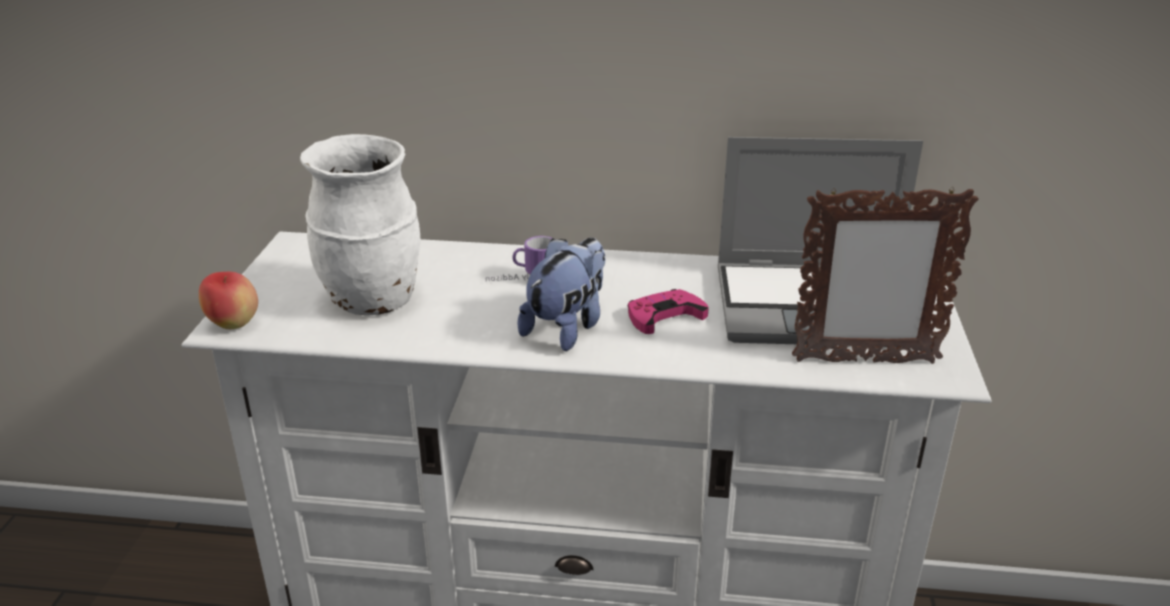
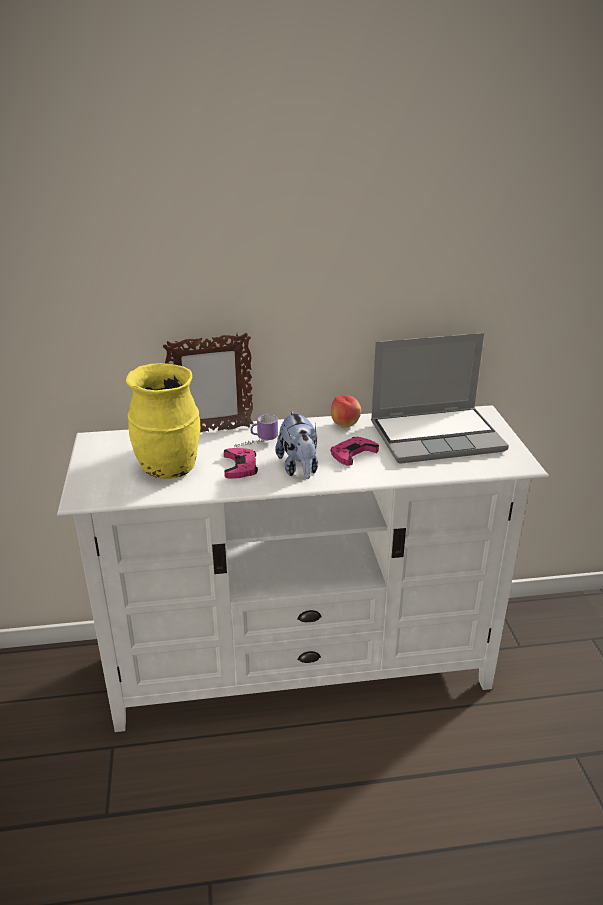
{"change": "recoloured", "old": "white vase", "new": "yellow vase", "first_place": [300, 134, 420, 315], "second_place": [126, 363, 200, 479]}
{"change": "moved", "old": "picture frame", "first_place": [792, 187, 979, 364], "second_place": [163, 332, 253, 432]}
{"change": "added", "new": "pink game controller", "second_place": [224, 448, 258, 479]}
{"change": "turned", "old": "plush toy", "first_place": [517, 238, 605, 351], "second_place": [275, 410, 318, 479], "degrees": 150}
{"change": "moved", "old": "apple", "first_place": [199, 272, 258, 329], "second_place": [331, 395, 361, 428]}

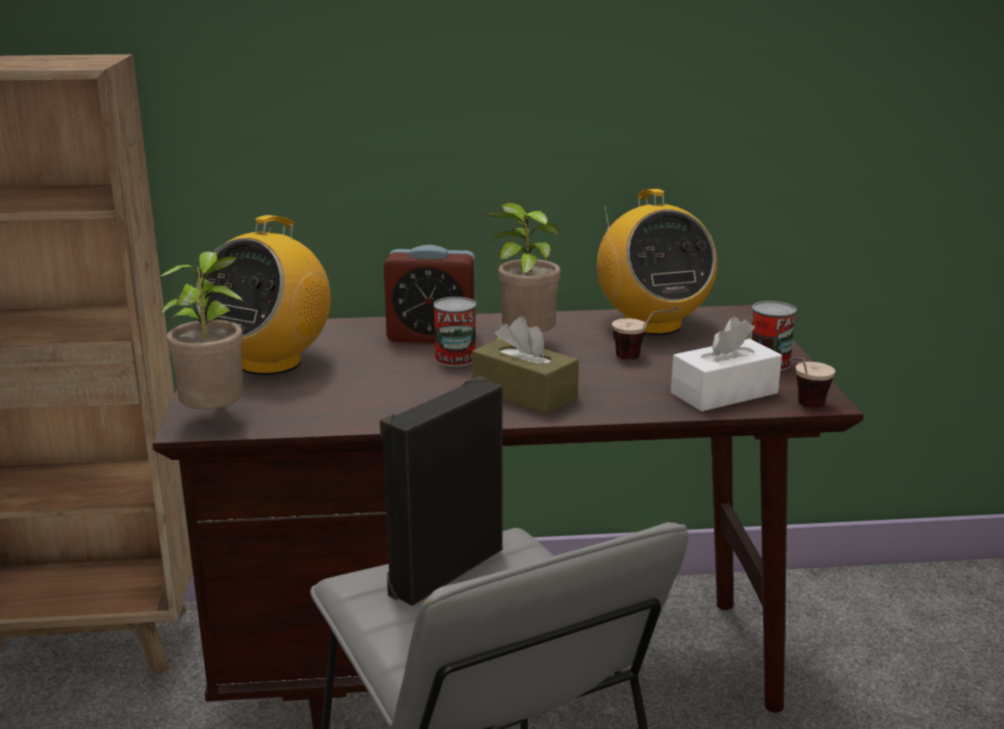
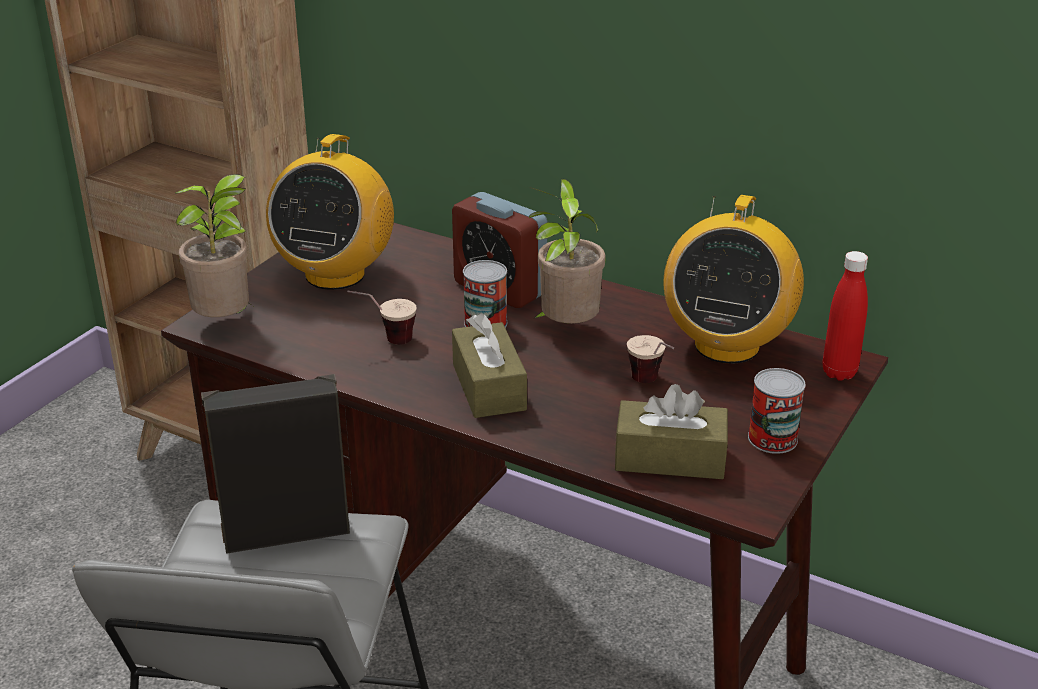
{"change": "turned", "old": "radio", "first_place": [196, 215, 331, 375], "second_place": [266, 134, 394, 290], "degrees": -45}
{"change": "moved", "old": "cup", "first_place": [791, 358, 835, 408], "second_place": [347, 290, 417, 345]}
{"change": "recoloured", "old": "white tissue box", "new": "brown tissue box", "first_place": [671, 317, 782, 412], "second_place": [615, 384, 728, 479]}
{"change": "added", "new": "red bottle", "second_place": [823, 251, 868, 381]}

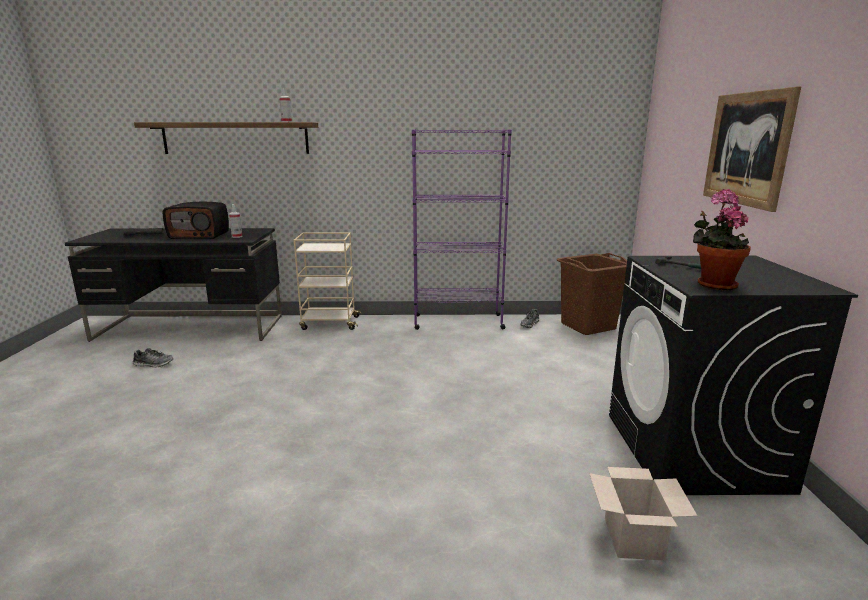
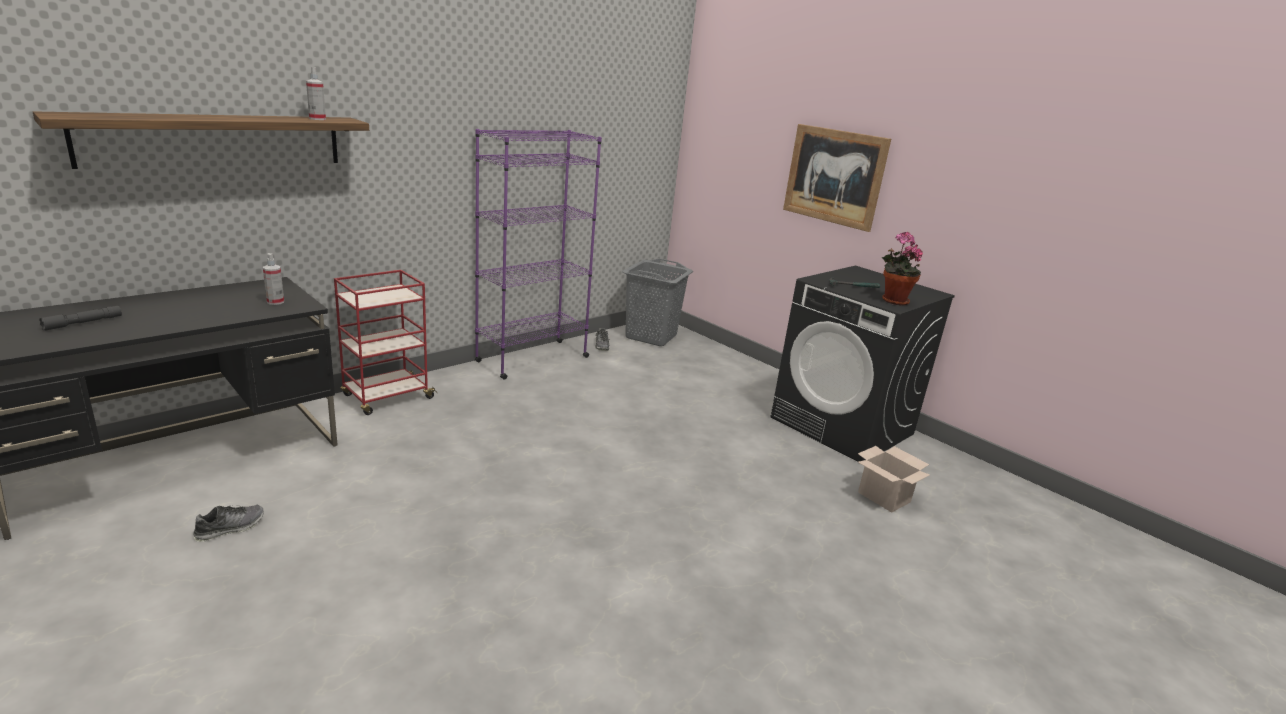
{"change": "recoloured", "old": "beige cart", "new": "red cart", "first_place": [294, 233, 362, 330], "second_place": [334, 270, 437, 415]}
{"change": "recoloured", "old": "brown laundry basket", "new": "grey laundry basket", "first_place": [556, 253, 627, 335], "second_place": [622, 258, 693, 346]}
{"change": "removed", "old": "radio", "first_place": [163, 202, 229, 239]}

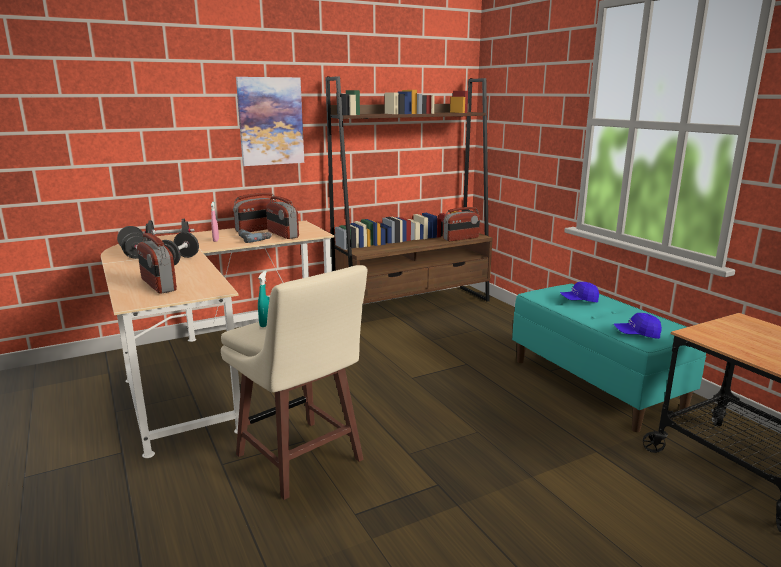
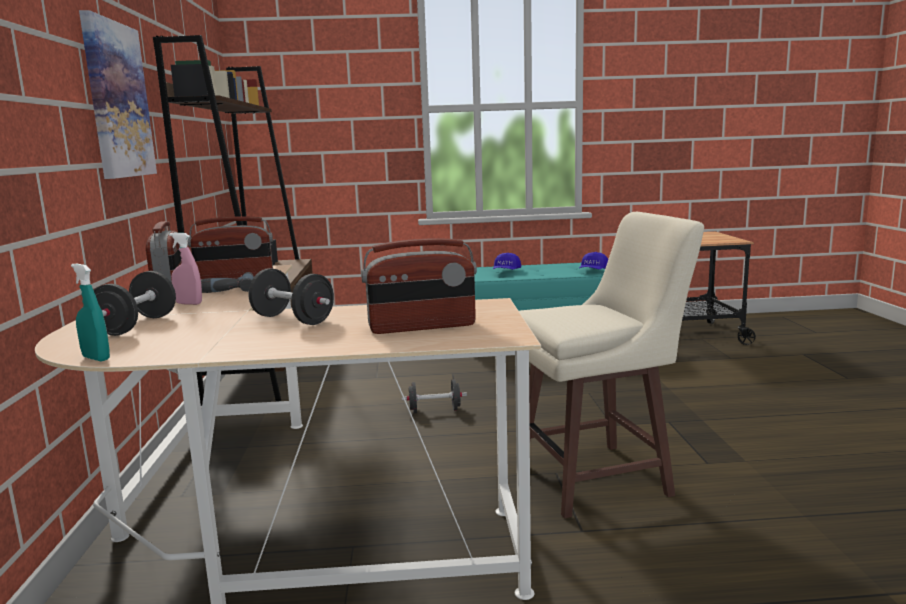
{"change": "moved", "old": "turquoise spray bottle", "first_place": [258, 271, 270, 327], "second_place": [71, 263, 110, 361]}
{"change": "moved", "old": "black dumbbell", "first_place": [117, 226, 149, 259], "second_place": [402, 379, 467, 413]}
{"change": "removed", "old": "radio", "first_place": [443, 207, 480, 241]}

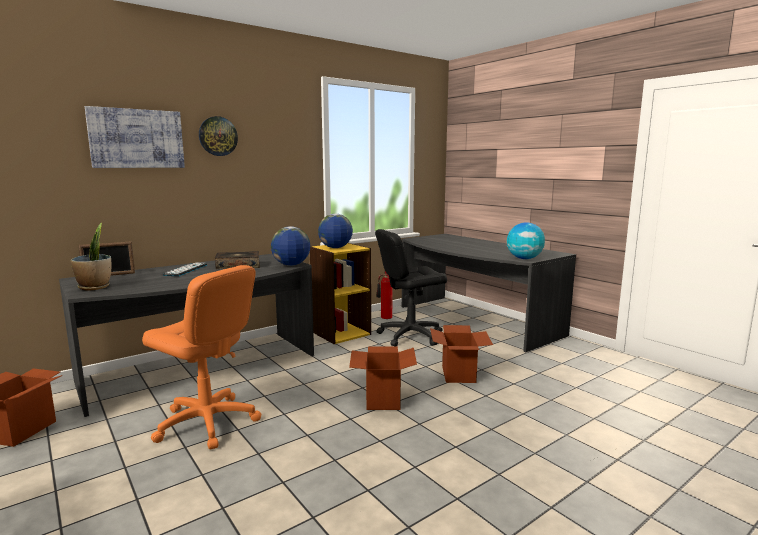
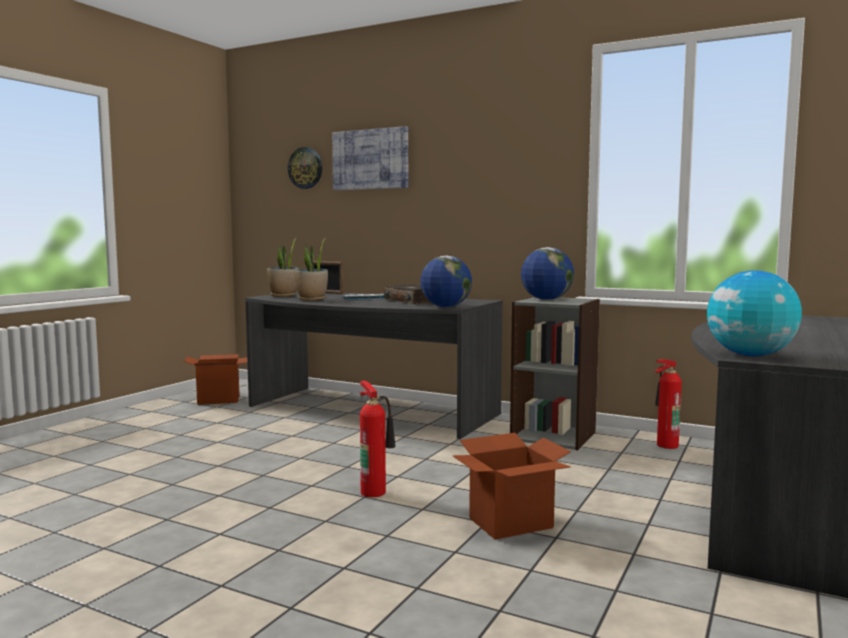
{"change": "moved", "old": "wall clock", "first_place": [199, 116, 238, 156], "second_place": [288, 147, 322, 189]}
{"change": "added", "new": "potted plant", "second_place": [295, 239, 328, 301]}
{"change": "replaced", "old": "cardboard box", "new": "fire extinguisher", "first_place": [349, 347, 417, 410], "second_place": [360, 381, 396, 497]}
{"change": "recoloured", "old": "yellow bookcase", "new": "grey bookcase", "first_place": [309, 243, 371, 344], "second_place": [510, 296, 600, 450]}
{"change": "removed", "old": "orange office chair", "first_place": [142, 265, 261, 450]}
{"change": "removed", "old": "black office chair", "first_place": [375, 229, 447, 347]}

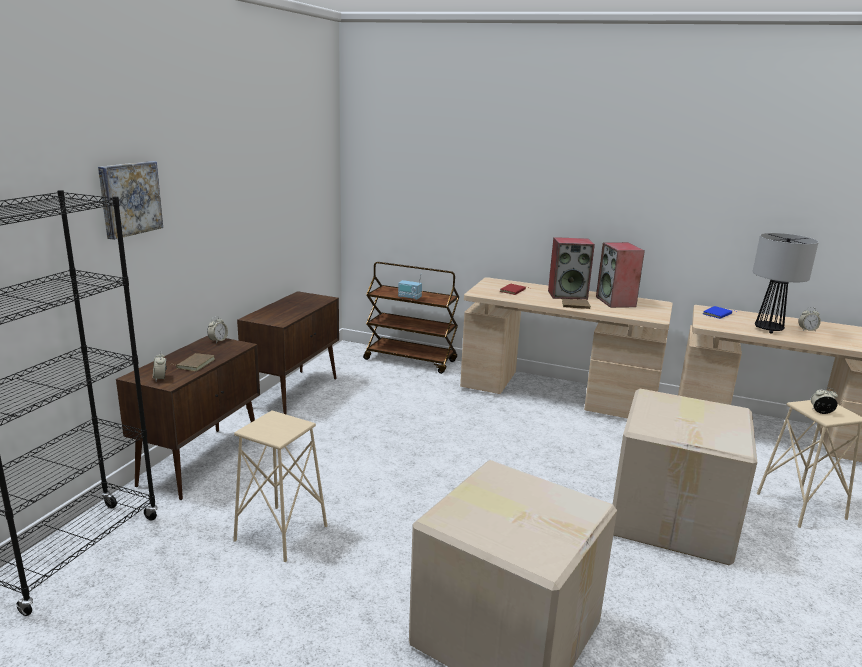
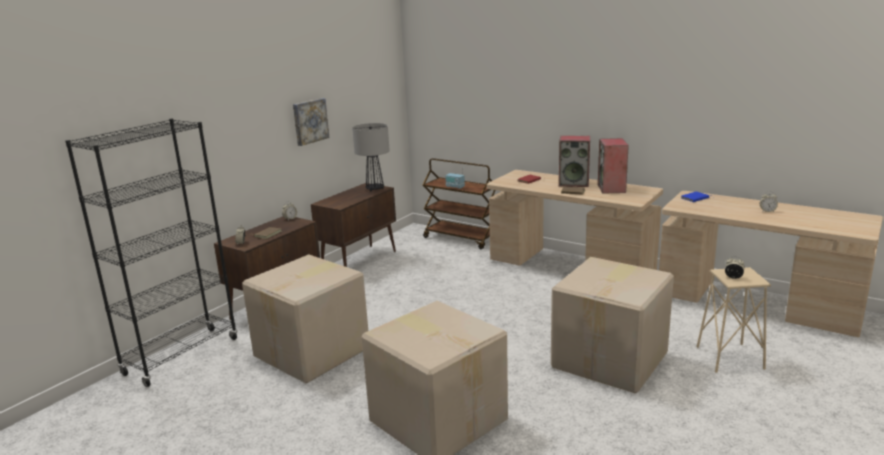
{"change": "replaced", "old": "beige stool", "new": "cardboard box", "first_place": [233, 410, 327, 563], "second_place": [242, 255, 368, 384]}
{"change": "moved", "old": "picture", "first_place": [98, 161, 163, 240], "second_place": [293, 98, 329, 146]}
{"change": "moved", "old": "table lamp", "first_place": [752, 233, 819, 333], "second_place": [352, 123, 390, 191]}

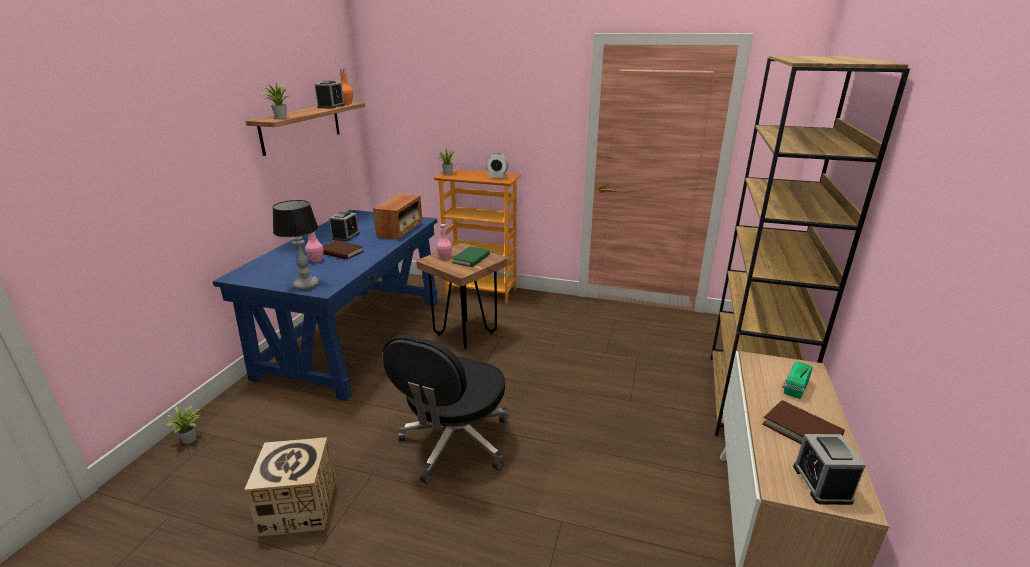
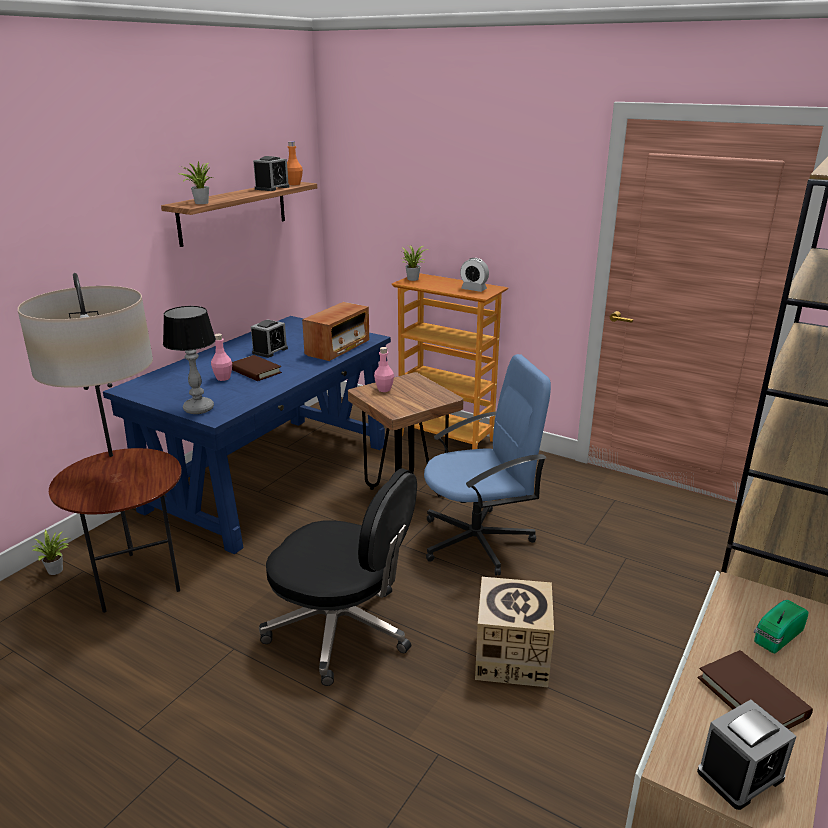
{"change": "added", "new": "floor lamp", "second_place": [18, 273, 182, 613]}
{"change": "turned", "old": "black office chair", "first_place": [383, 335, 509, 484], "second_place": [259, 468, 417, 686], "degrees": -105}
{"change": "added", "new": "blue office chair", "second_place": [424, 354, 551, 576]}
{"change": "moved", "old": "cardboard box", "first_place": [244, 437, 336, 537], "second_place": [475, 577, 554, 687]}
{"change": "turned", "old": "alarm clock", "first_place": [793, 434, 866, 505], "second_place": [697, 700, 796, 810], "degrees": -135}
{"change": "removed", "old": "green book", "first_place": [452, 247, 490, 267]}

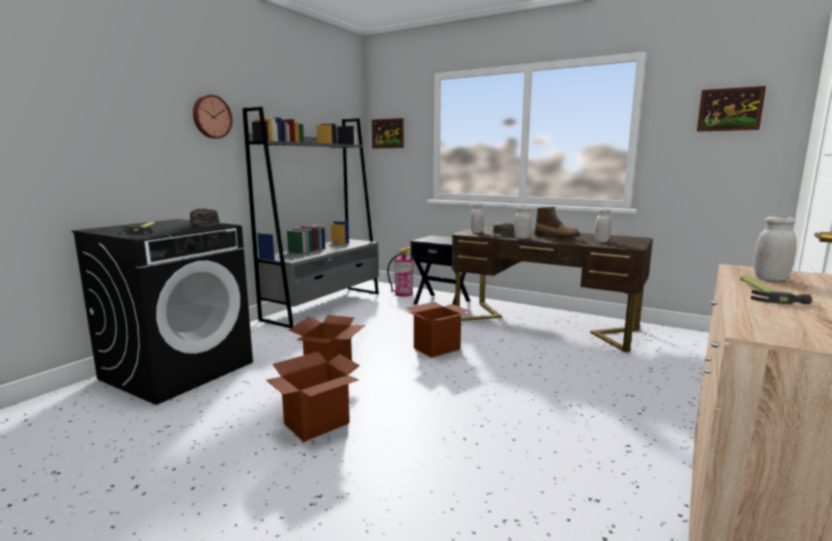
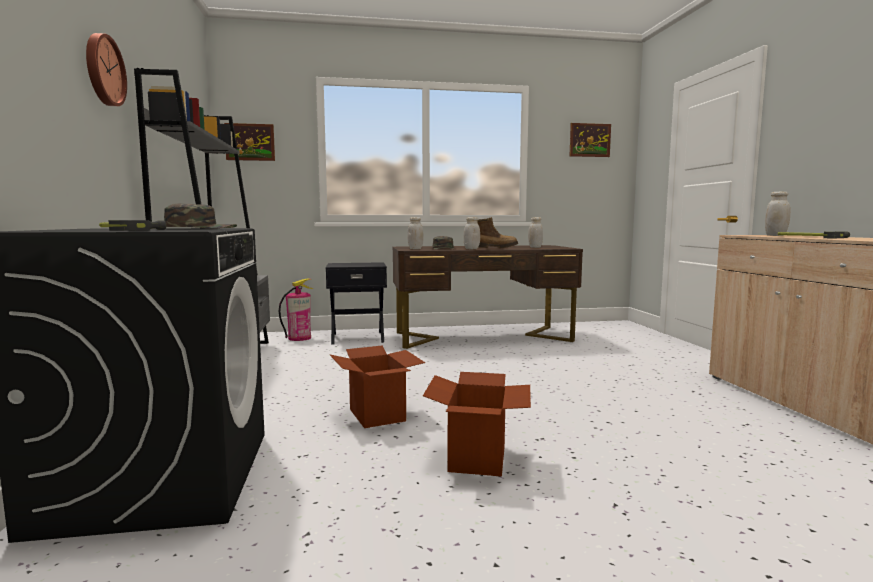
{"change": "removed", "old": "cardboard box", "first_place": [406, 302, 469, 358]}

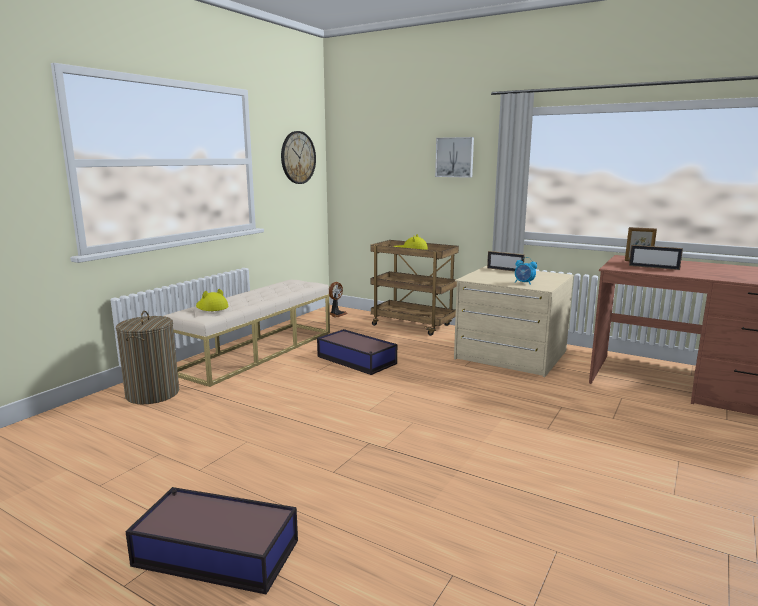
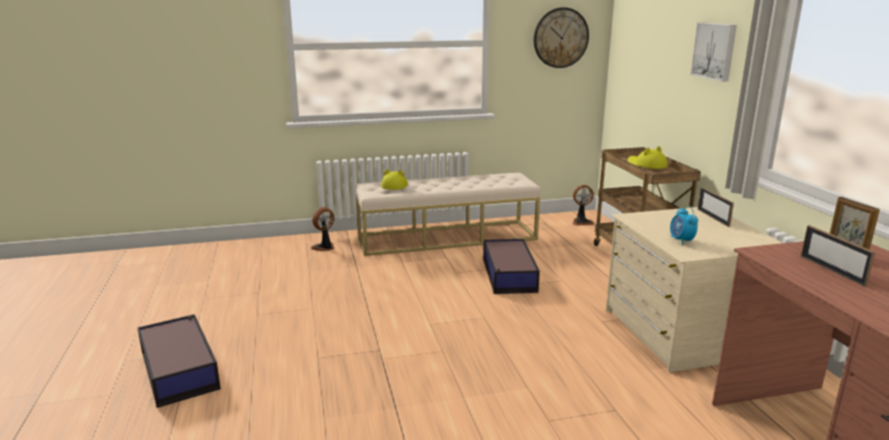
{"change": "replaced", "old": "laundry basket", "new": "fan", "first_place": [116, 311, 179, 404], "second_place": [311, 207, 335, 251]}

